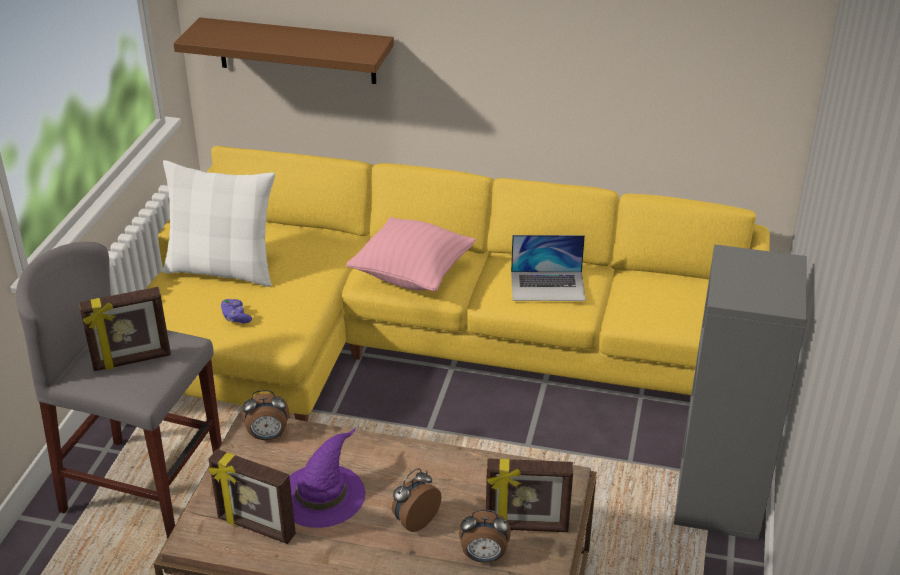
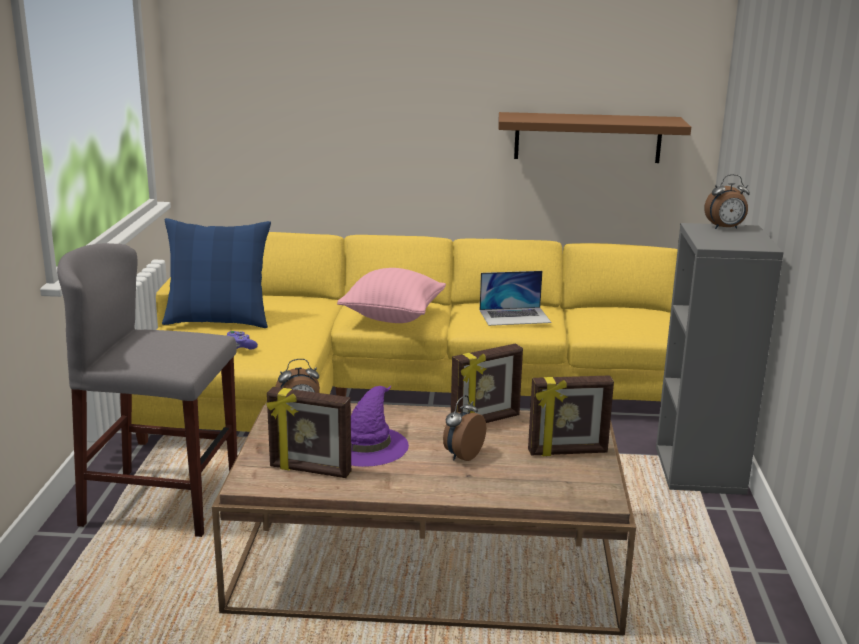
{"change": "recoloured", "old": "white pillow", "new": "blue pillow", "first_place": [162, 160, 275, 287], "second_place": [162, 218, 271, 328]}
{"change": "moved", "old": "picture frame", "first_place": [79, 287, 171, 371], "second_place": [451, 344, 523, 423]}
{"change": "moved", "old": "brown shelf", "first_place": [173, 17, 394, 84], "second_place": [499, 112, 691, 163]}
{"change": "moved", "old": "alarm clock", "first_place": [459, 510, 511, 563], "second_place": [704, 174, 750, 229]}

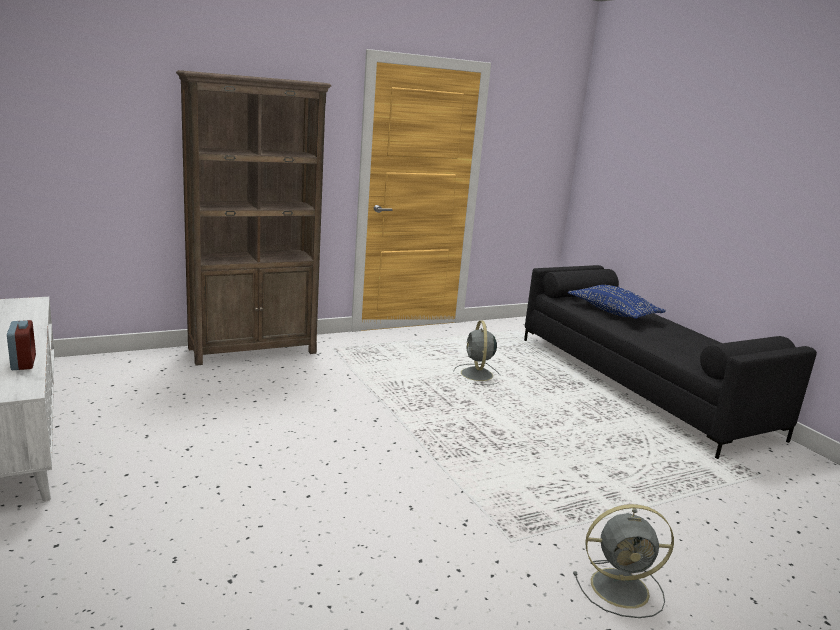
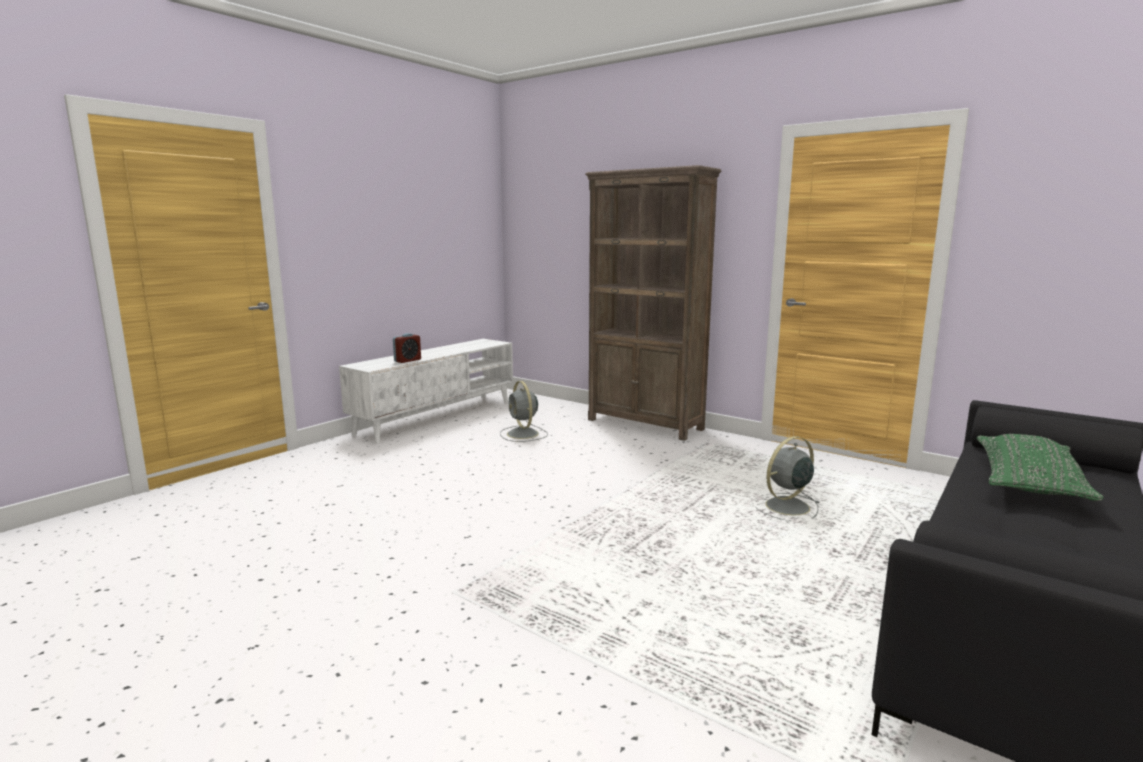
{"change": "moved", "old": "grey fan", "first_place": [573, 504, 674, 618], "second_place": [500, 381, 548, 442]}
{"change": "recoloured", "old": "blue pillow", "new": "green pillow", "first_place": [568, 285, 666, 319], "second_place": [977, 434, 1103, 501]}

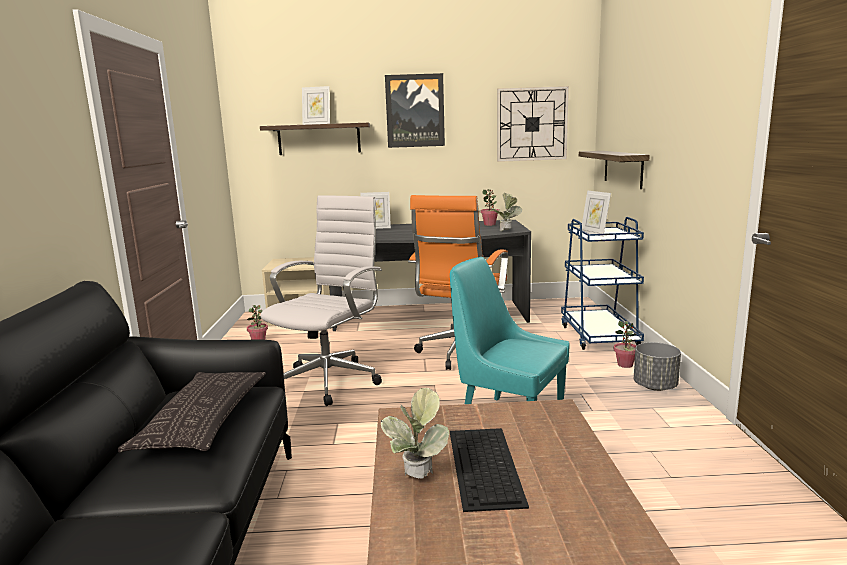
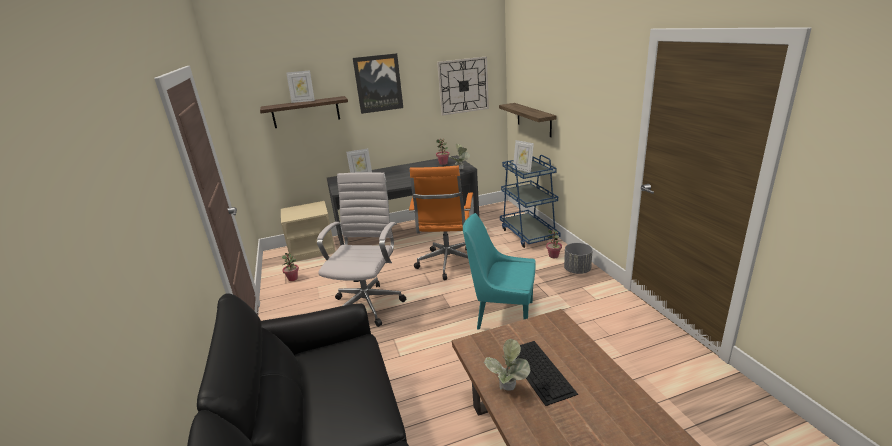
{"change": "removed", "old": "pillow", "first_place": [118, 372, 266, 453]}

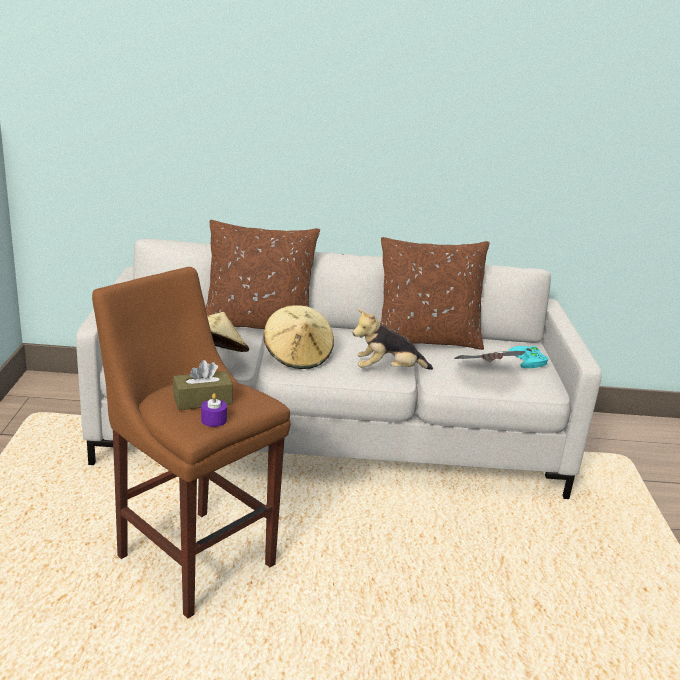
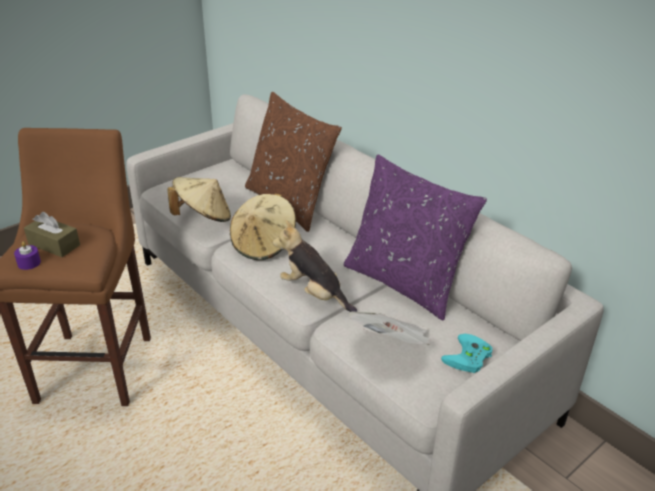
{"change": "recoloured", "old": "brown pillow", "new": "purple pillow", "first_place": [381, 237, 489, 350], "second_place": [344, 154, 487, 321]}

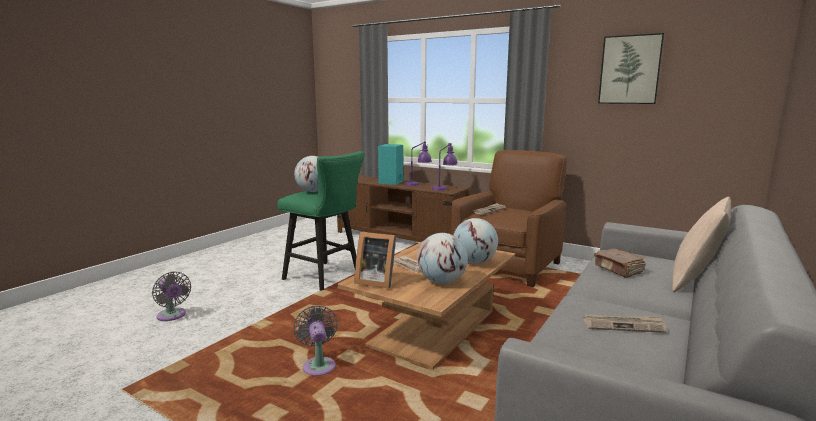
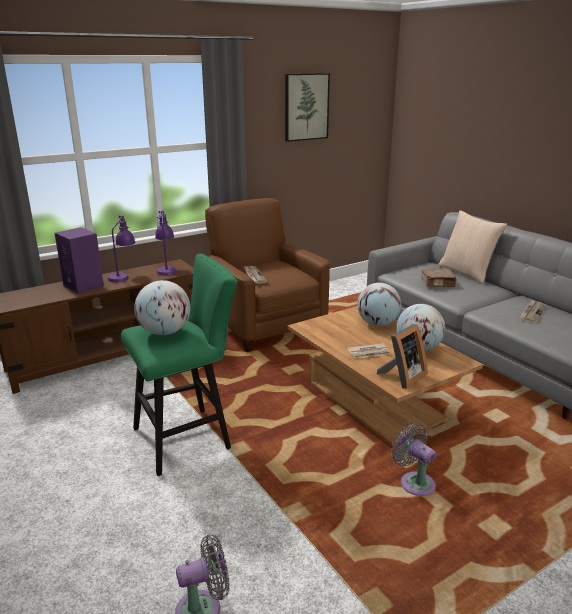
{"change": "recoloured", "old": "turquoise speaker", "new": "purple speaker", "first_place": [378, 144, 403, 185], "second_place": [55, 227, 104, 294]}
{"change": "turned", "old": "grey fan", "first_place": [294, 305, 338, 376], "second_place": [391, 422, 436, 496], "degrees": 45}

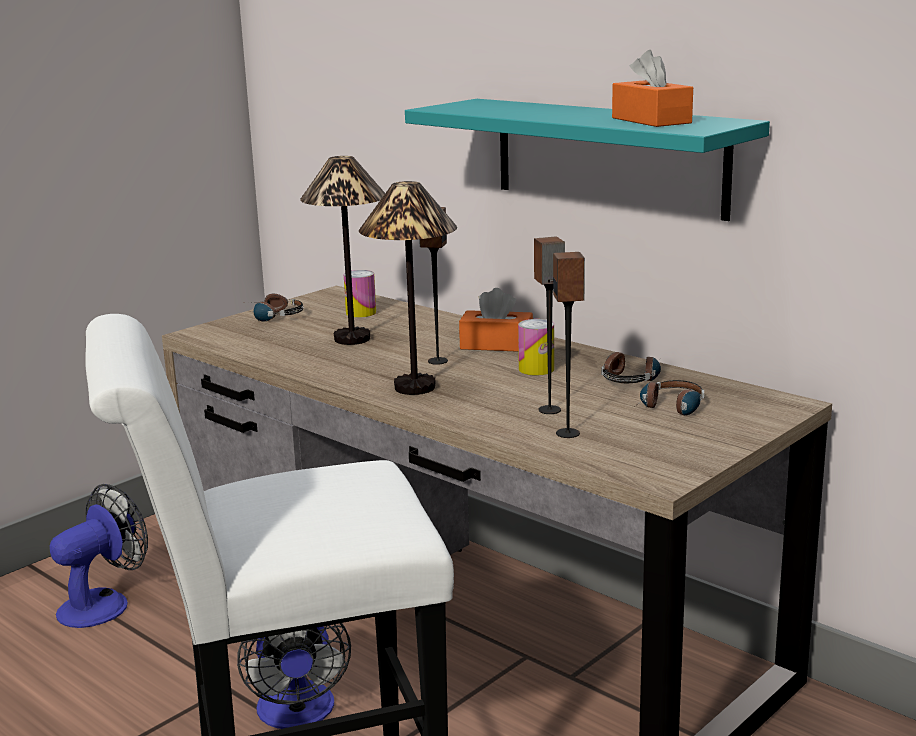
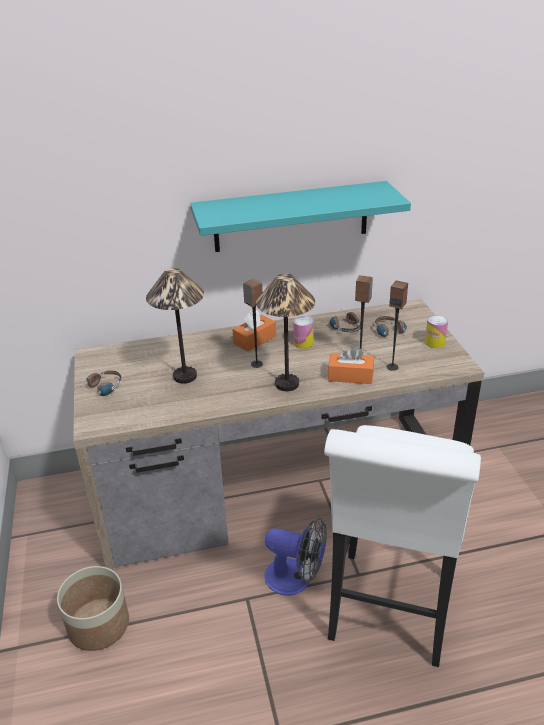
{"change": "replaced", "old": "fan", "new": "planter", "first_place": [49, 484, 148, 628], "second_place": [57, 566, 129, 651]}
{"change": "moved", "old": "orange tissue box", "first_place": [612, 50, 693, 127], "second_place": [328, 346, 374, 384]}
{"change": "moved", "old": "can", "first_place": [344, 270, 376, 318], "second_place": [425, 315, 448, 348]}

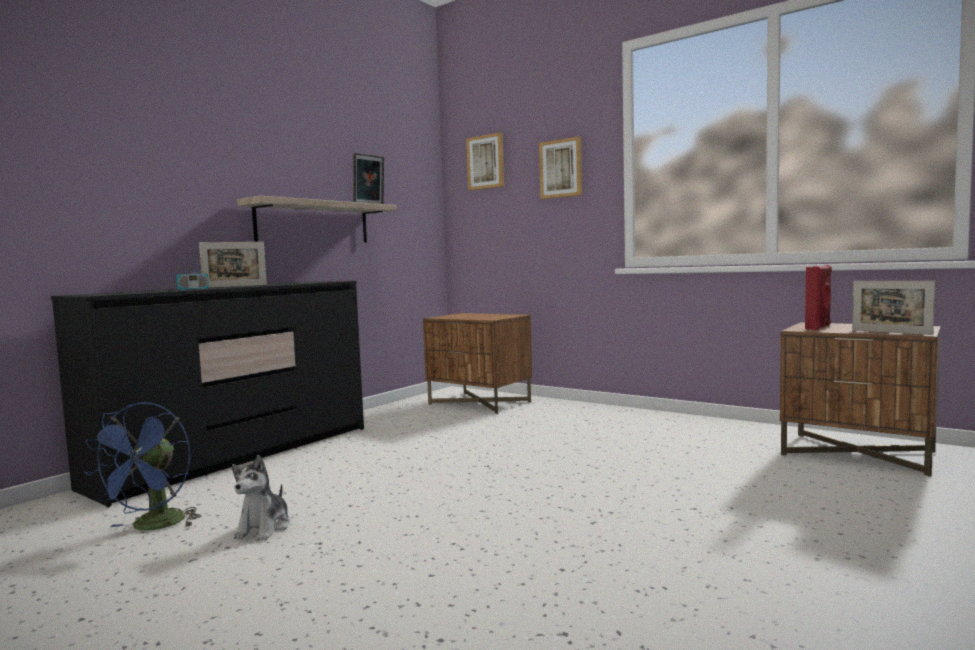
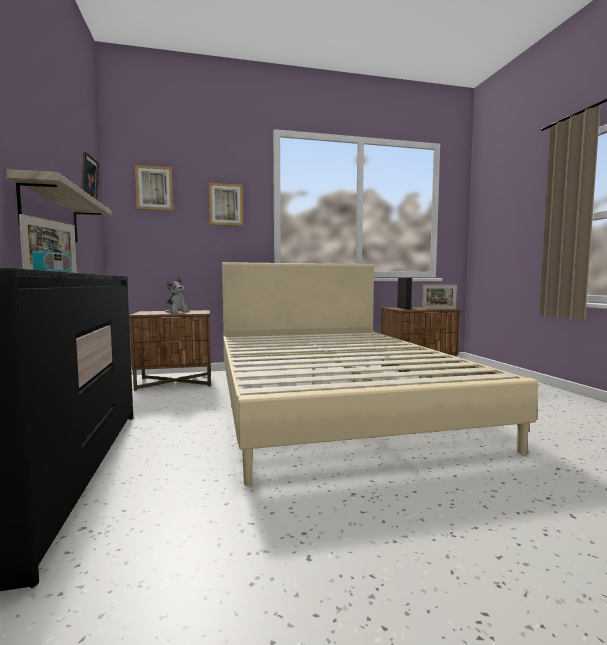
{"change": "moved", "old": "plush toy", "first_place": [232, 455, 290, 540], "second_place": [165, 277, 189, 313]}
{"change": "added", "new": "beige bed", "second_place": [222, 262, 538, 486]}
{"change": "recoloured", "old": "red speaker", "new": "black speaker", "first_place": [805, 265, 832, 330], "second_place": [397, 277, 412, 310]}
{"change": "removed", "old": "blue fan", "first_place": [84, 402, 202, 531]}

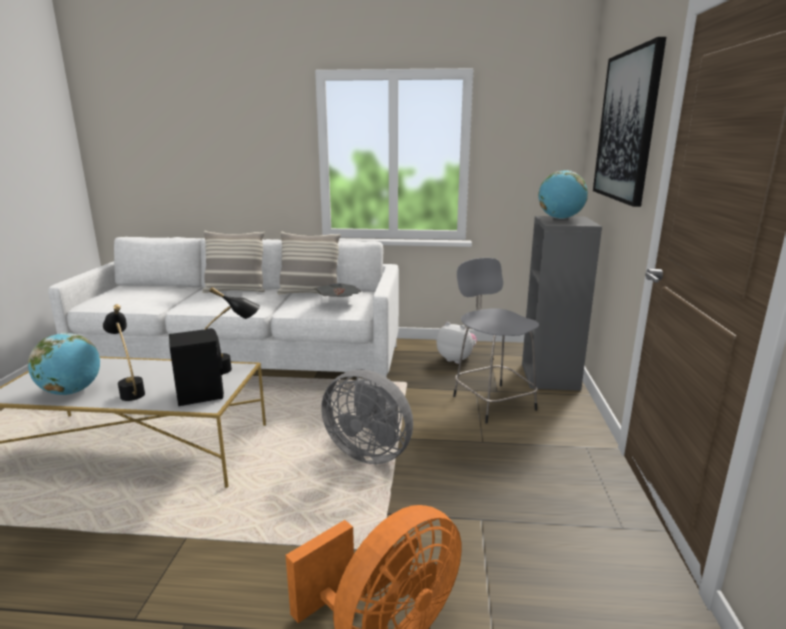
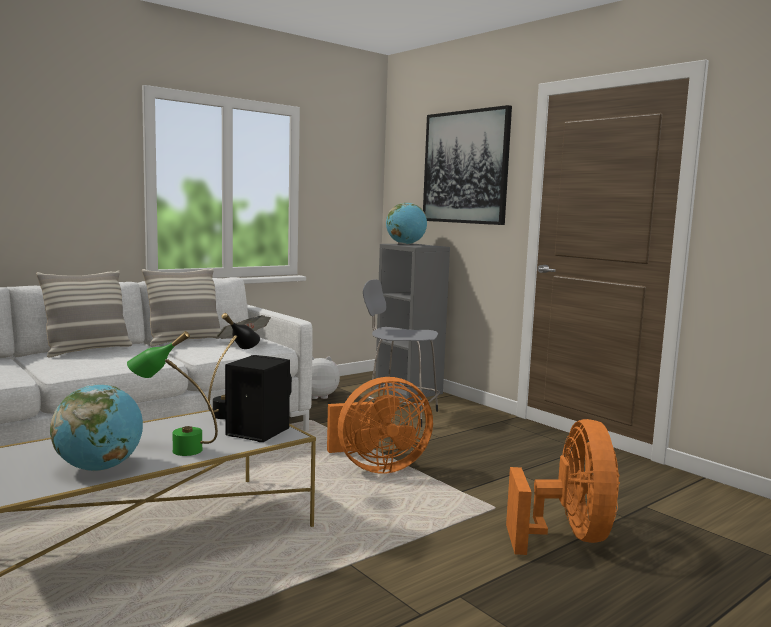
{"change": "recoloured", "old": "black table lamp", "new": "green table lamp", "first_place": [103, 304, 145, 401], "second_place": [127, 331, 218, 456]}
{"change": "recoloured", "old": "grey fan", "new": "orange fan", "first_place": [321, 370, 413, 464], "second_place": [327, 377, 433, 474]}

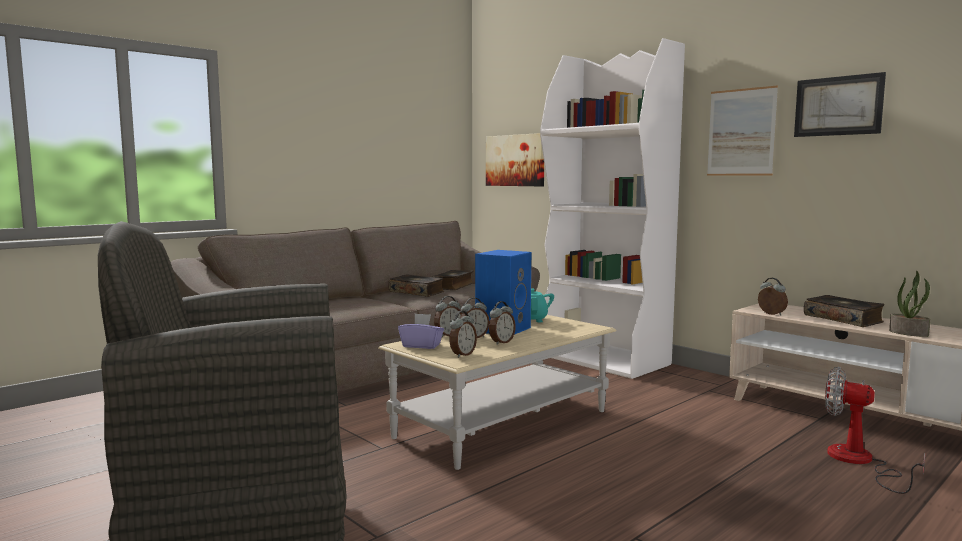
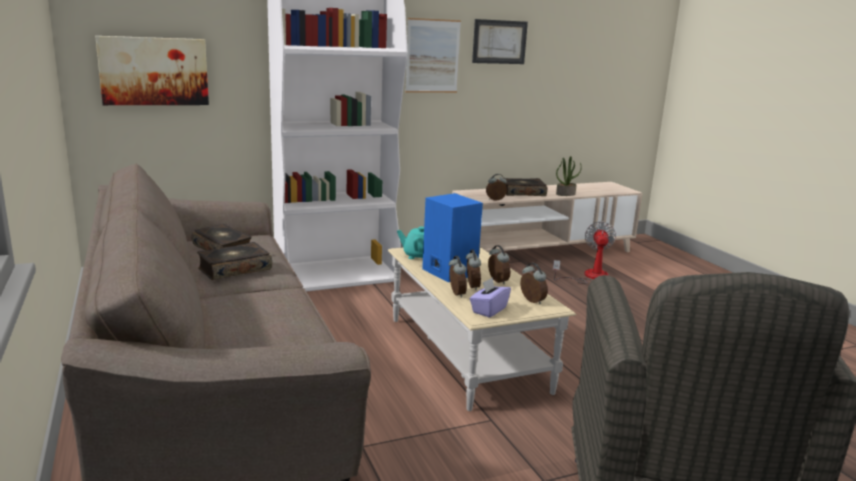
{"change": "turned", "old": "fan", "first_place": [825, 367, 925, 494], "second_place": [553, 221, 616, 284], "degrees": 135}

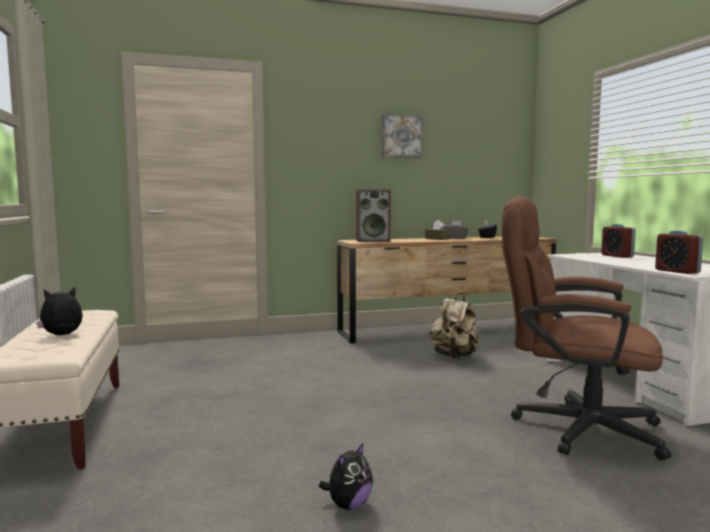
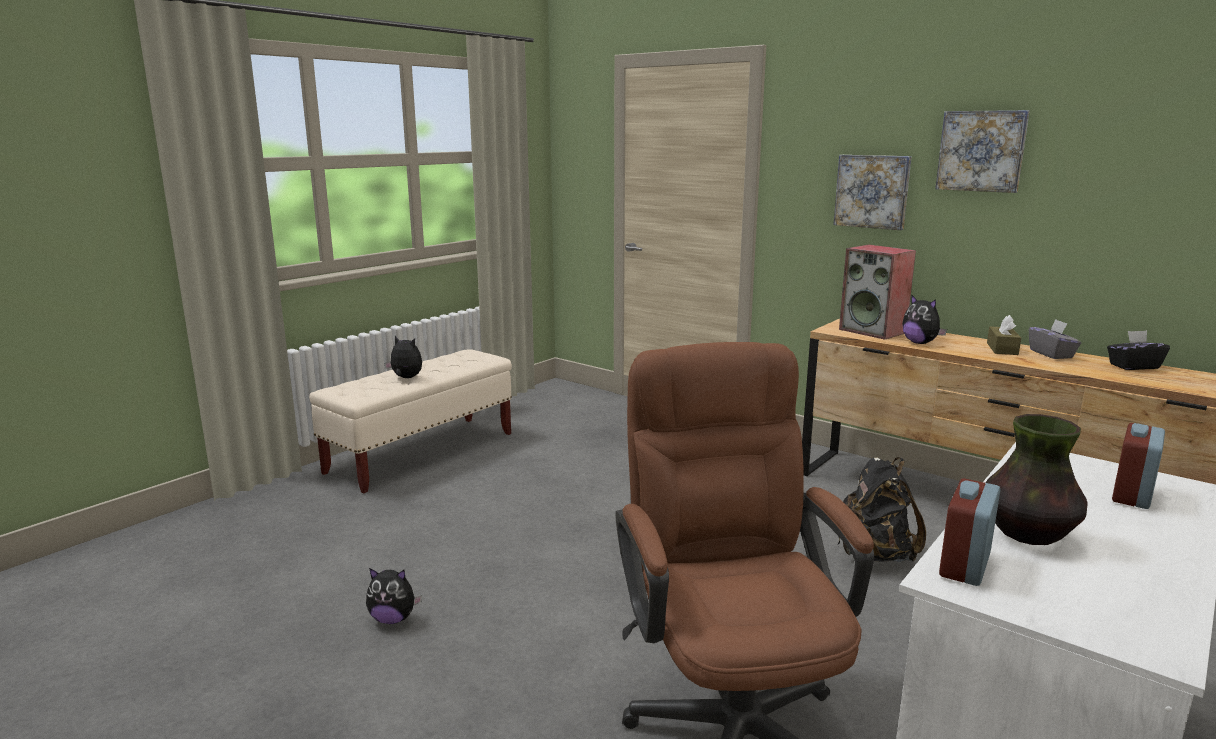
{"change": "added", "new": "picture", "second_place": [833, 155, 912, 230]}
{"change": "recoloured", "old": "beige backpack", "new": "black backpack", "first_place": [430, 293, 479, 358], "second_place": [837, 457, 926, 562]}
{"change": "added", "new": "plush toy", "second_place": [902, 295, 947, 344]}
{"change": "added", "new": "vase", "second_place": [985, 414, 1088, 545]}

